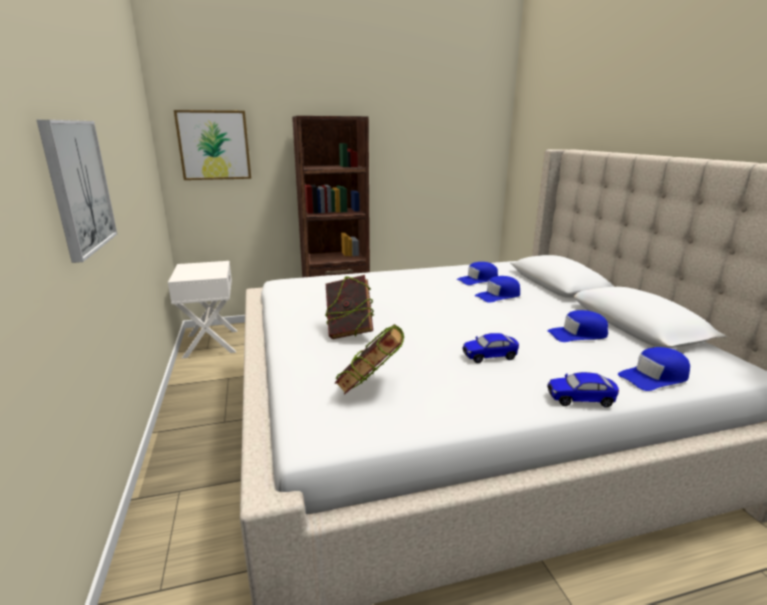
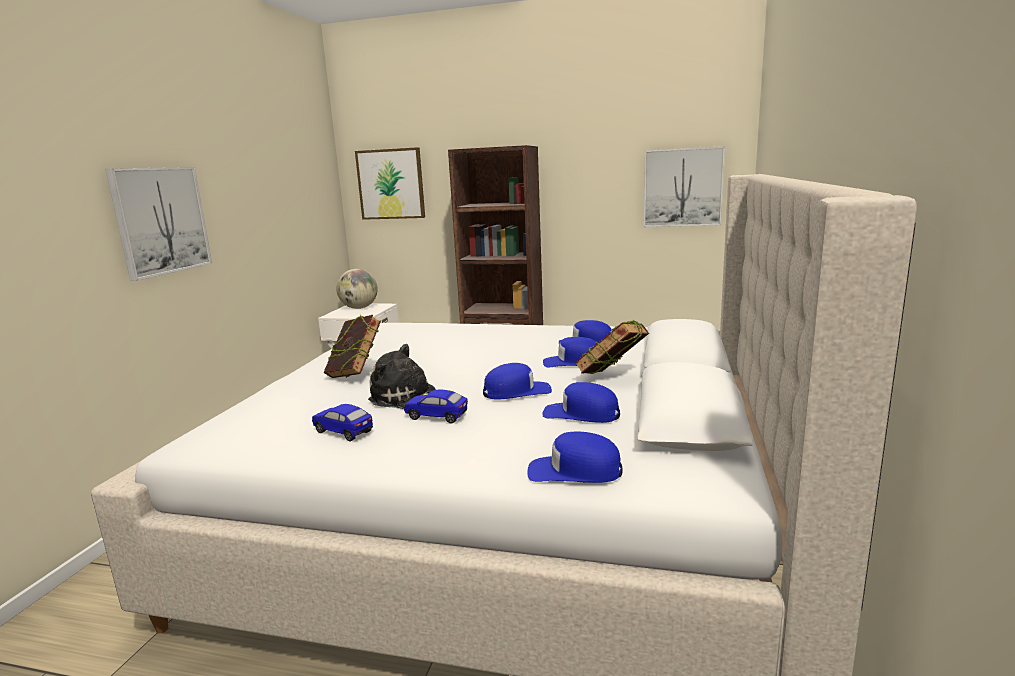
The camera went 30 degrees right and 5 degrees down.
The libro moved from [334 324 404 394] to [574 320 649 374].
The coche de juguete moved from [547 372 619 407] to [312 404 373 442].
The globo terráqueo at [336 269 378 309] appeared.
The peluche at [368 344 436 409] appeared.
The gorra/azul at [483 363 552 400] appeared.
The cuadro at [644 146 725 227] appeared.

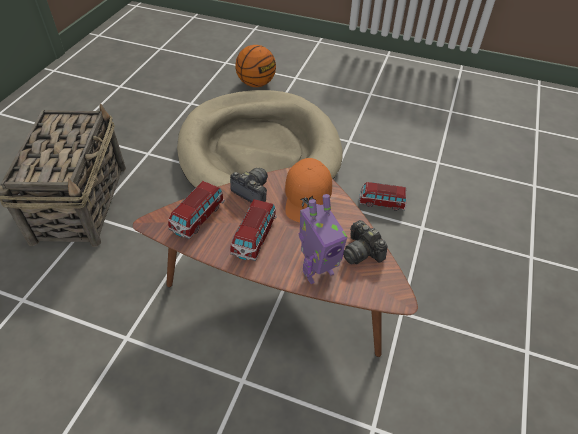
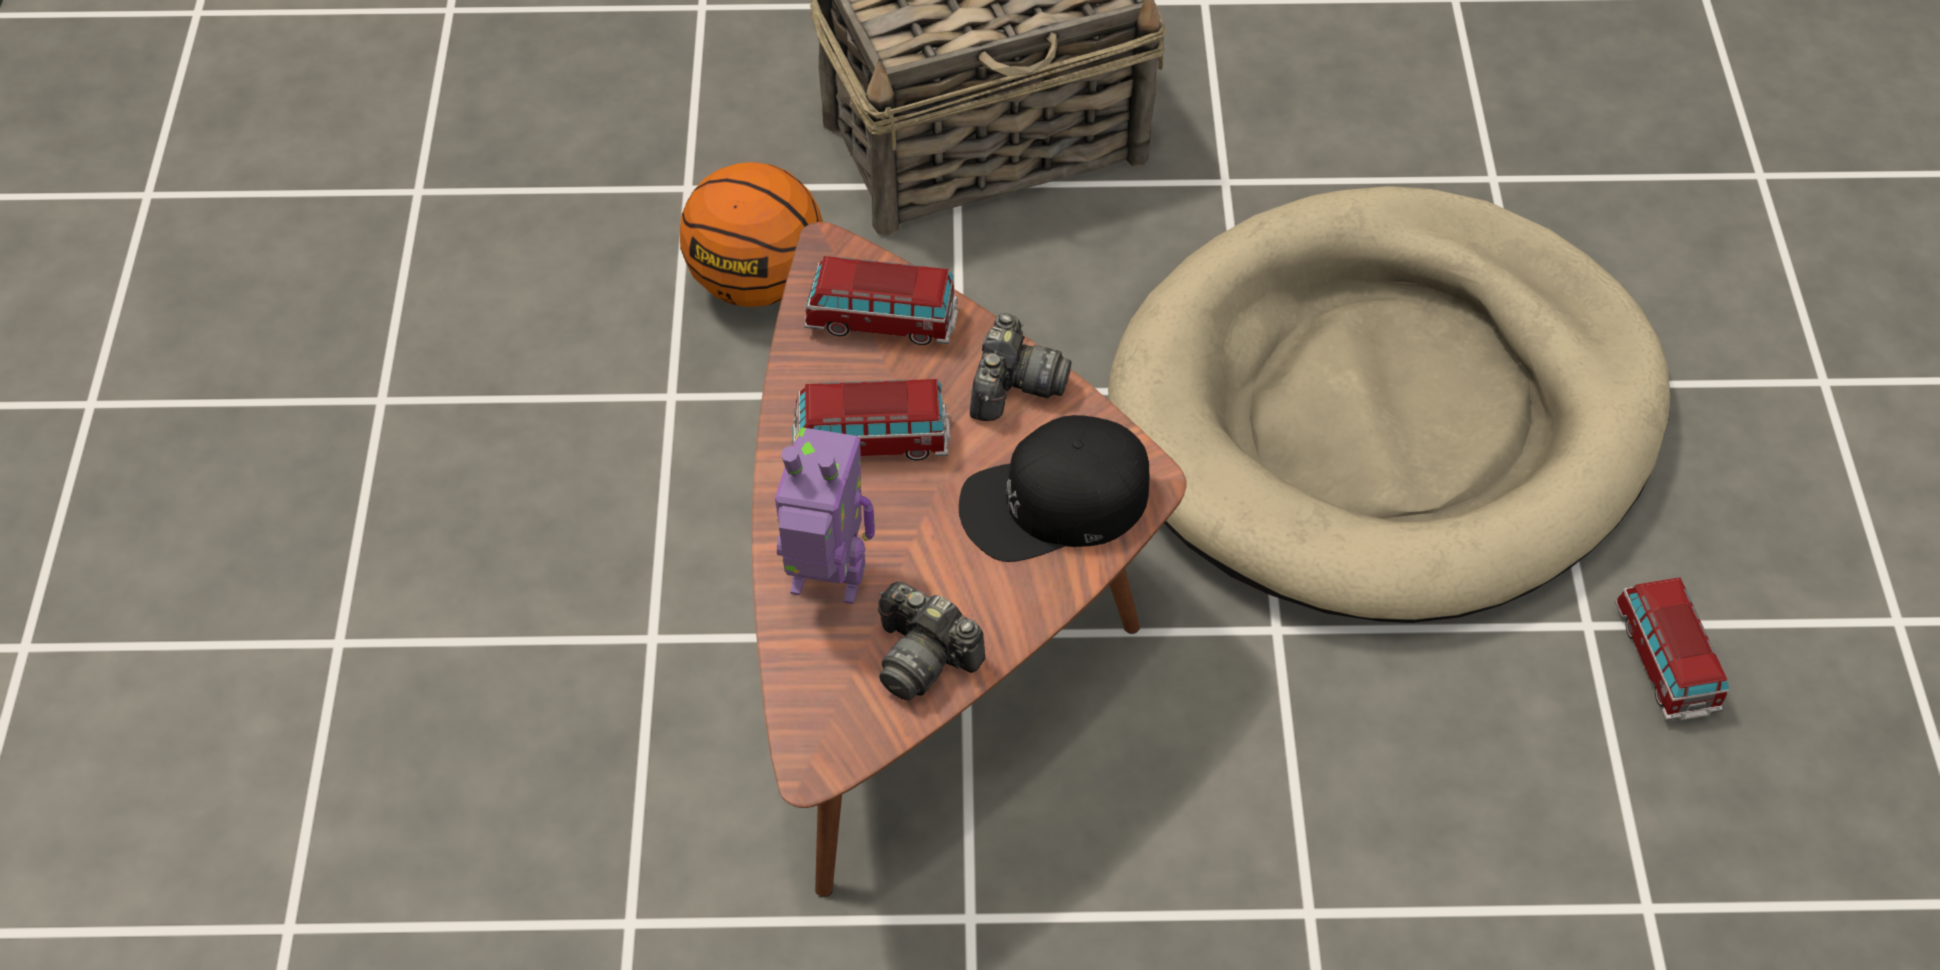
The camera went 70 degrees right and 5 degrees up.
The balón de baloncesto moved from [235 45 276 87] to [680 162 823 307].
The gorra/naranja at [285 158 332 223] became the gorra/negro at [959 415 1150 562].
The robot de juguete at [299 194 347 284] turned 150 degrees clockwise.
The cámara at [343 220 388 264] turned 90 degrees counterclockwise.
The coche de juguete moved from [359 182 406 211] to [1615 577 1729 721].

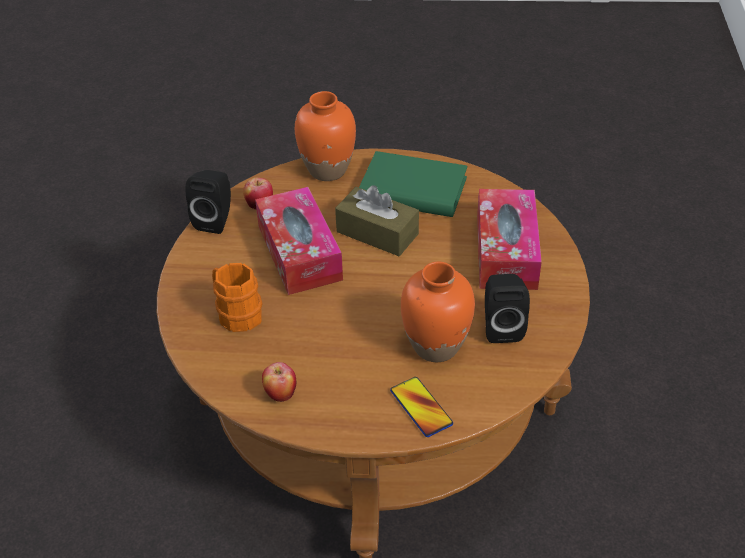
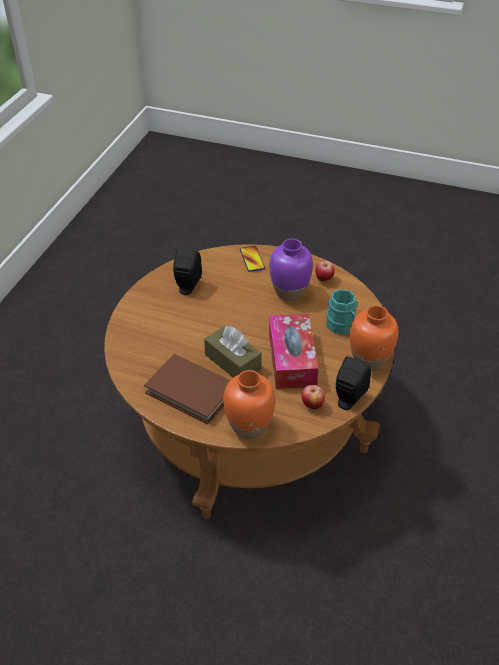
The camera went 165 degrees left and 0 degrees up.
The taza grande/naranja at [212 263 262 332] became the taza grande/turquesa at [326 289 357 334].
The libro/verde at [359 151 467 217] became the libro/marrón at [144 354 230 425].
The florero/naranja moved from [401 262 475 362] to [350 305 398 371].
The caja de pañuelos at [477 189 542 290] disappeared.
The florero/morado at [269 239 313 301] appeared.

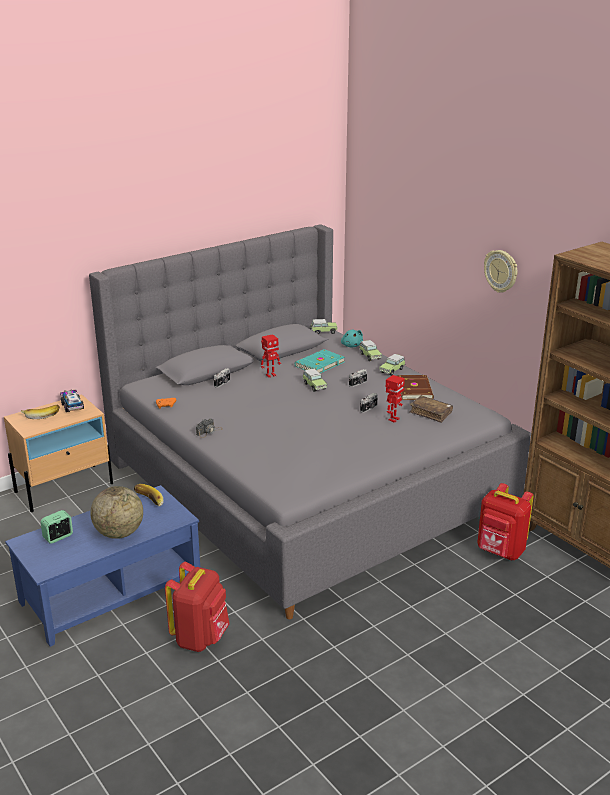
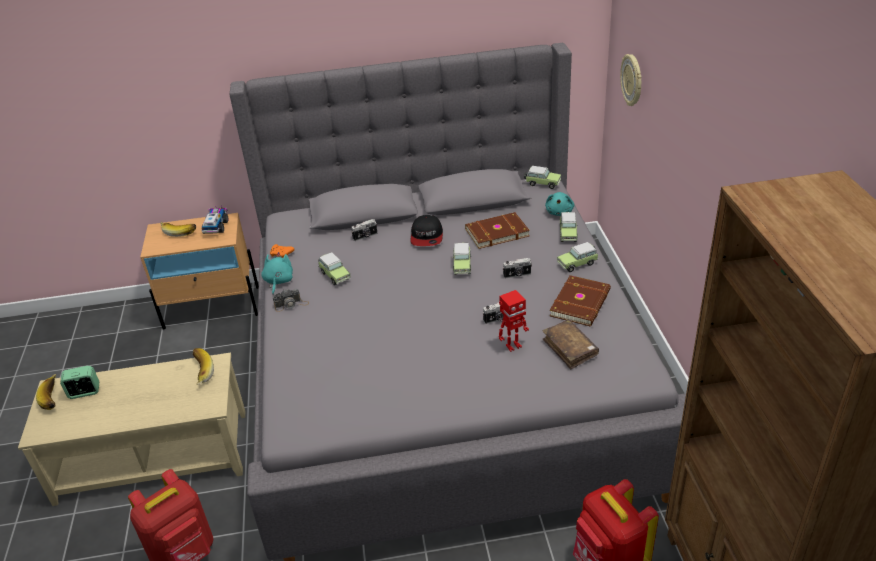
The camera went 30 degrees right and 10 degrees up.
The mesa de centro/azul at [5 485 200 647] became the mesa de centro/beis at [18 353 245 506].
The globo terráqueo at [90 486 143 539] disappeared.
The robot de juguete at [261 334 281 378] was replaced by the gorra at [410 215 443 246].
The libro/turquesa at [295 349 345 373] became the libro/marrón at [465 212 530 249].
The reloj de pared moved from [484 250 517 293] to [620 54 642 106].
The plátano at [36 374 56 410] appeared.
The peluche/turquesa at [261 252 293 295] appeared.
The coche de juguete at [318 252 351 285] appeared.

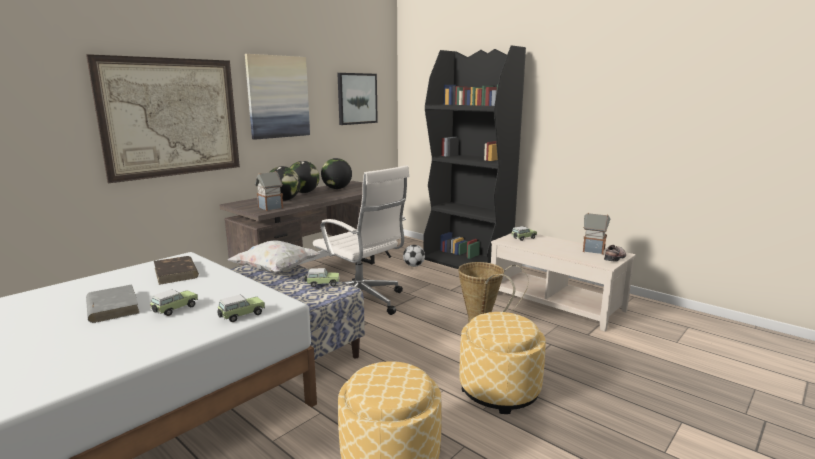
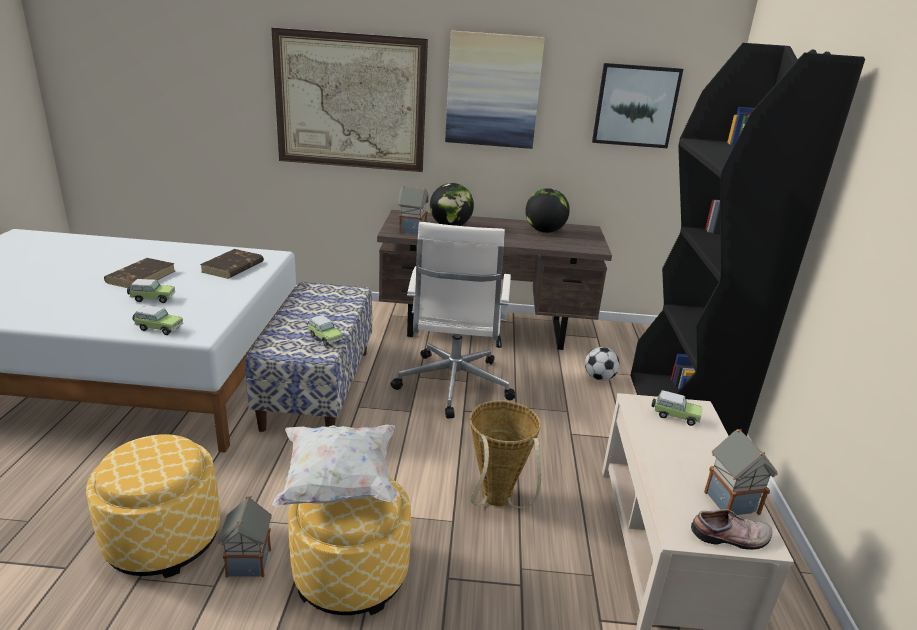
The camera went 50 degrees right and 10 degrees up.
The libro/gris at [86 285 139 323] became the libro/marrón at [104 258 175 288].
The cojín/blanco moved from [227 240 320 273] to [272 424 399 507].
The globo terráqueo at [290 161 320 193] disappeared.
The casita at [218 496 272 577] appeared.

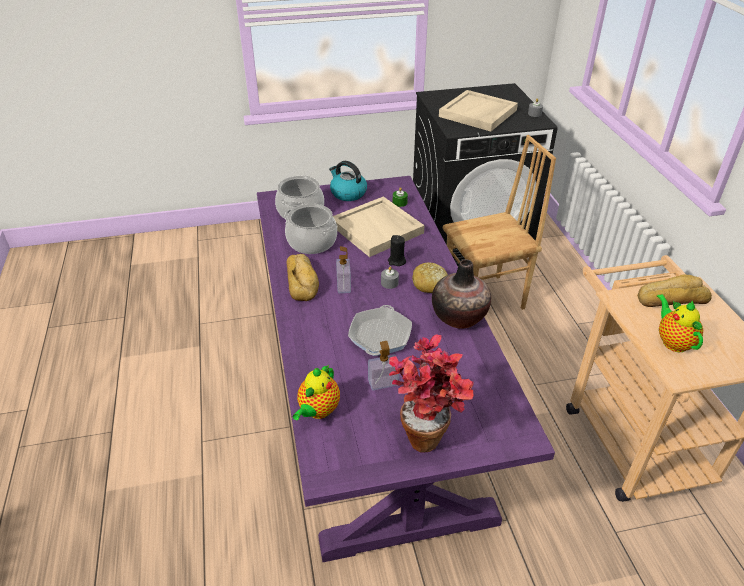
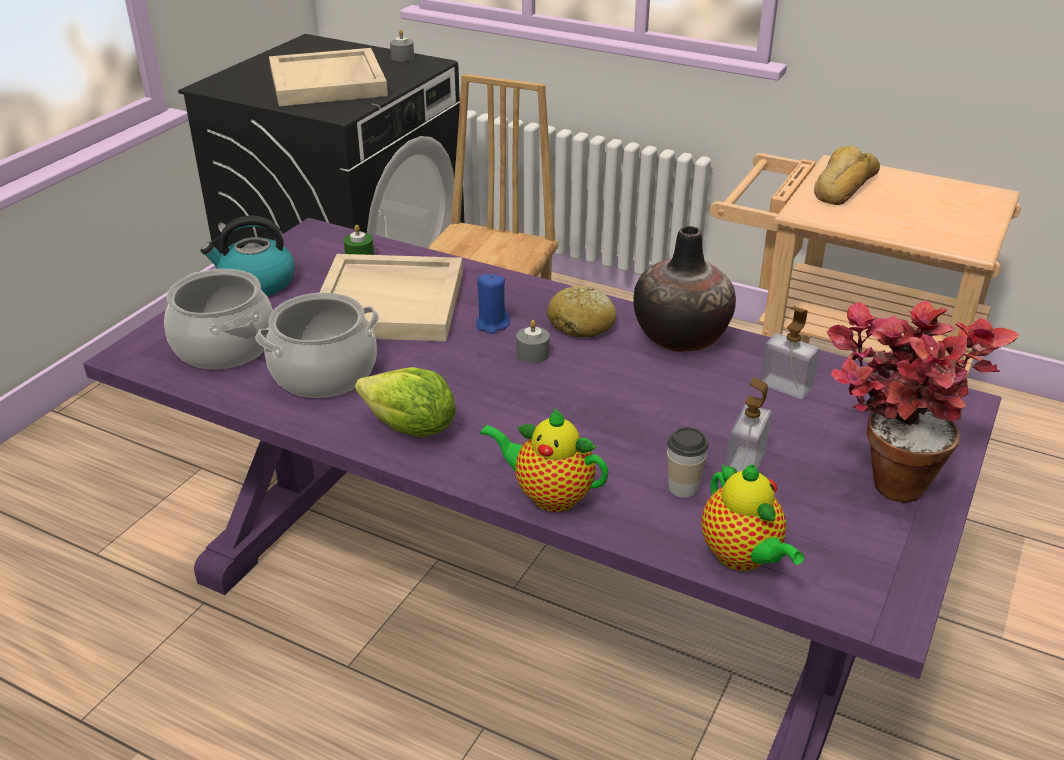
The camera went 50 degrees left and 5 degrees down.
The pan at [286 254 319 301] was replaced by the lechuga at [355 367 456 437].
The dispensador de jabón moved from [336 246 351 293] to [760 306 820 399].
The sartén at [348 305 412 356] disappeared.
The vela/negro at [388 235 406 266] became the vela/azul at [476 274 510 334].
The tetera moved from [657 294 703 352] to [479 408 609 512].
The taza at [667 427 709 498] appeared.

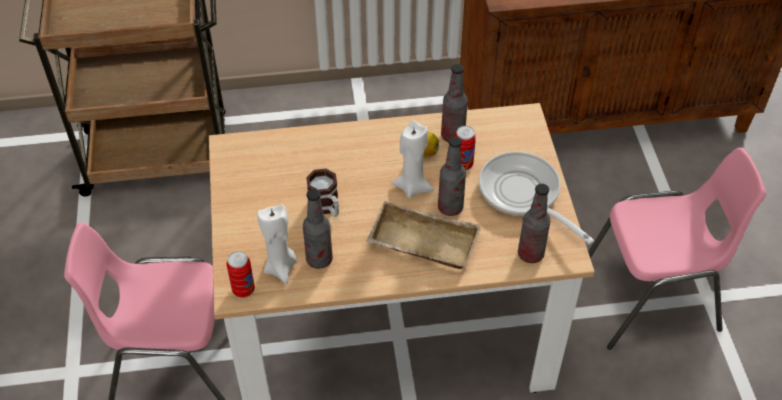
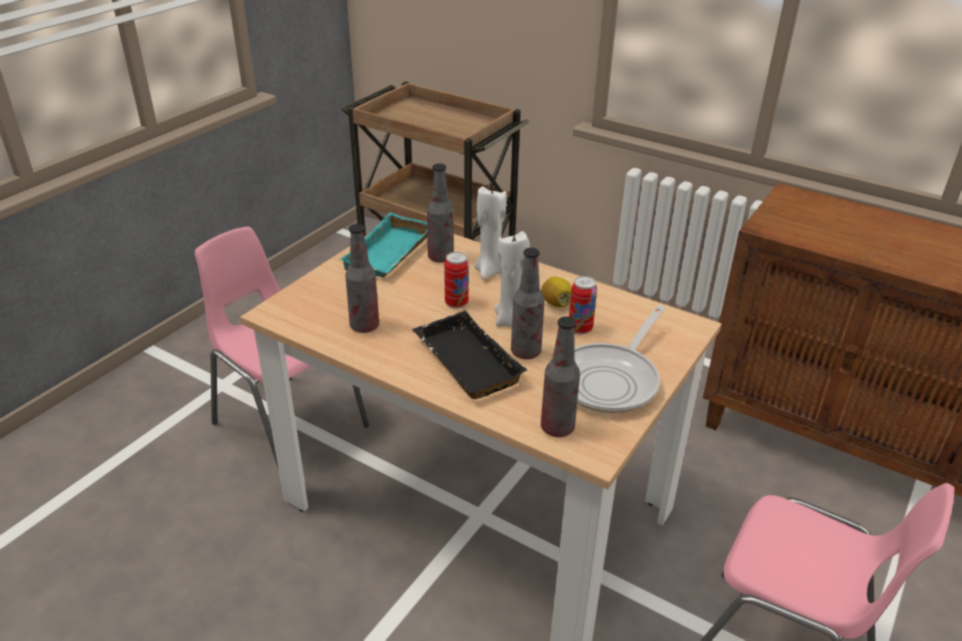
The camera went 40 degrees right and 15 degrees down.
The lata moved from [227 251 255 298] to [444 252 469 308].
The vela/blanco moved from [257 204 297 284] to [474 187 507 280].
The taza grande at [306 168 339 217] disappeared.
The bandeja/beis at [366 201 481 269] became the bandeja/negro at [412 311 527 399].
The botella moved from [441 64 468 142] to [427 163 454 263].
The sartén at [479 152 594 244] turned 150 degrees counterclockwise.
The bandeja/turquesa at [339 212 427 278] appeared.

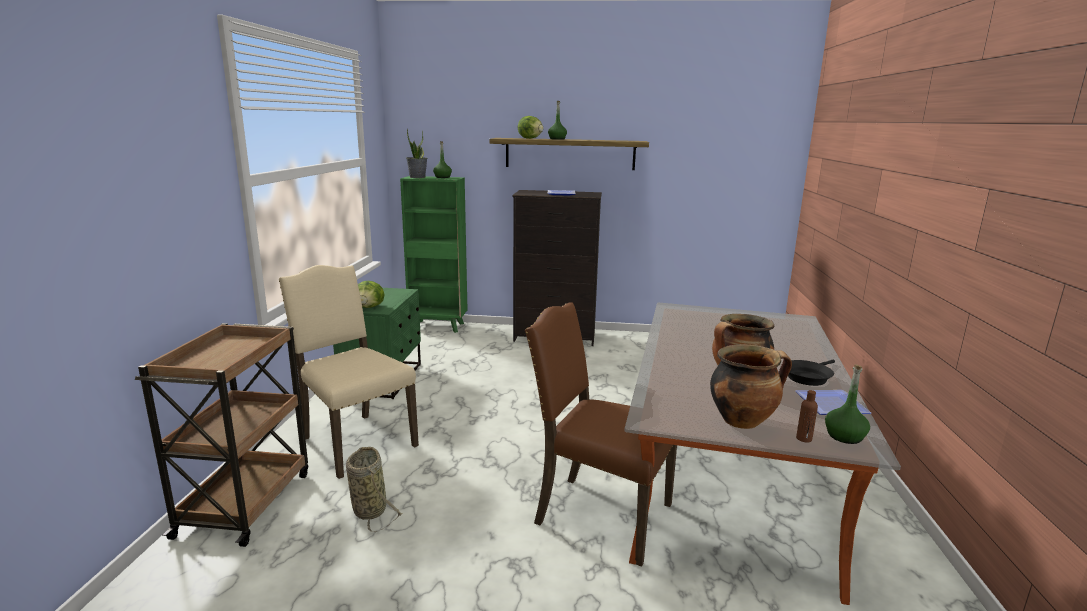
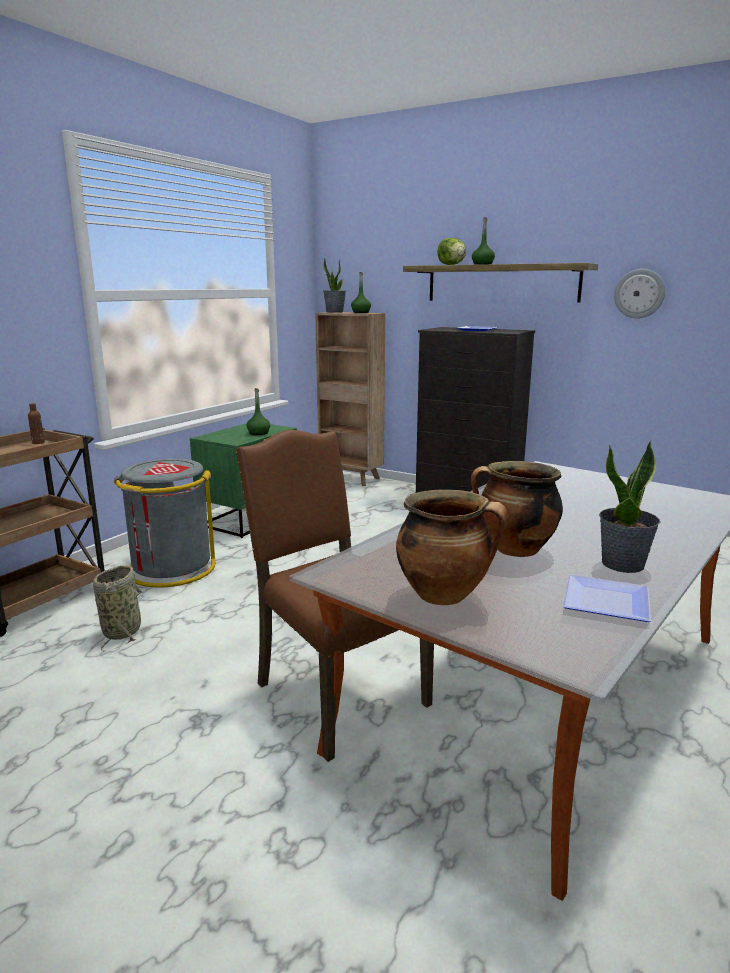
The camera went 25 degrees right and 0 degrees up.
The silla/beis at [279 265 419 479] was replaced by the papelera/gris at [114 459 215 588].
The lechuga at [358 281 385 308] disappeared.
The estantería/verde at [400 176 468 333] became the estantería/marrón at [315 312 385 486].
The sartén/negro at [788 360 835 386] was replaced by the planta en maceta at [599 441 660 573].
The botella/marrón moved from [796 390 818 442] to [28 403 45 444].
The botella/verde moved from [825 364 870 444] to [246 388 270 435].
The reloj de pared at [614 269 665 319] appeared.

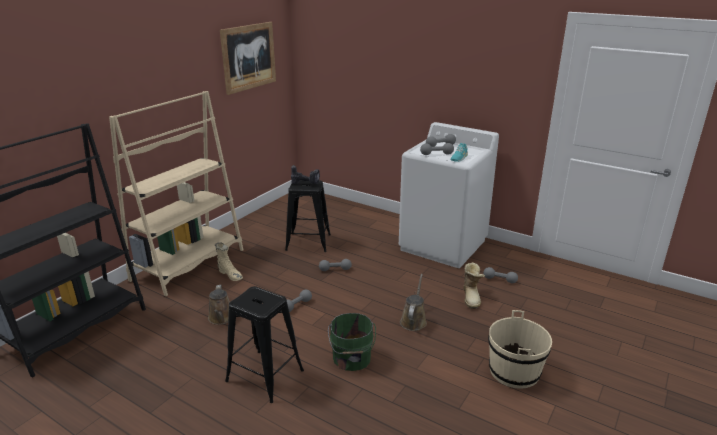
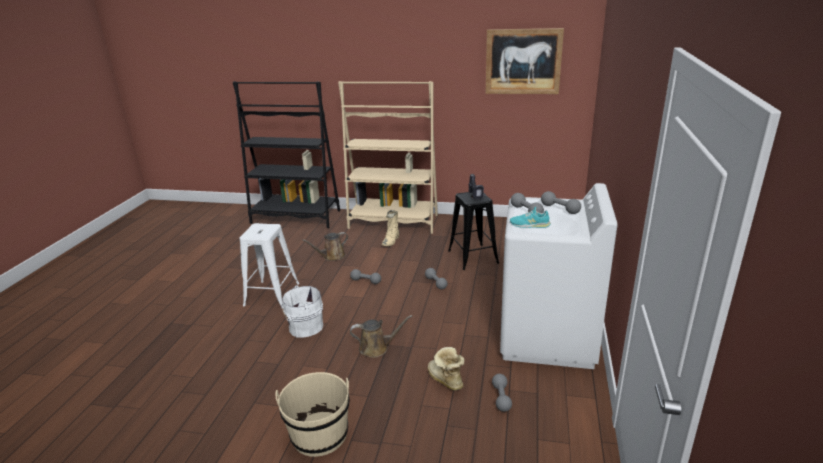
The camera went 70 degrees right and 0 degrees up.
The taburete/negro at [225 286 304 403] became the taburete/blanco at [240 223 299 309].
The cubo/verde at [328 313 376 371] became the cubo/blanco at [281 285 323 338].
The bota at [464 262 485 309] turned 75 degrees clockwise.

